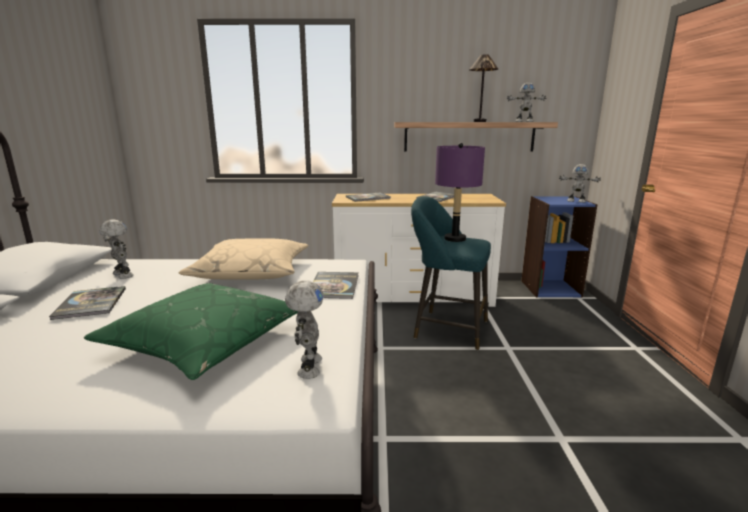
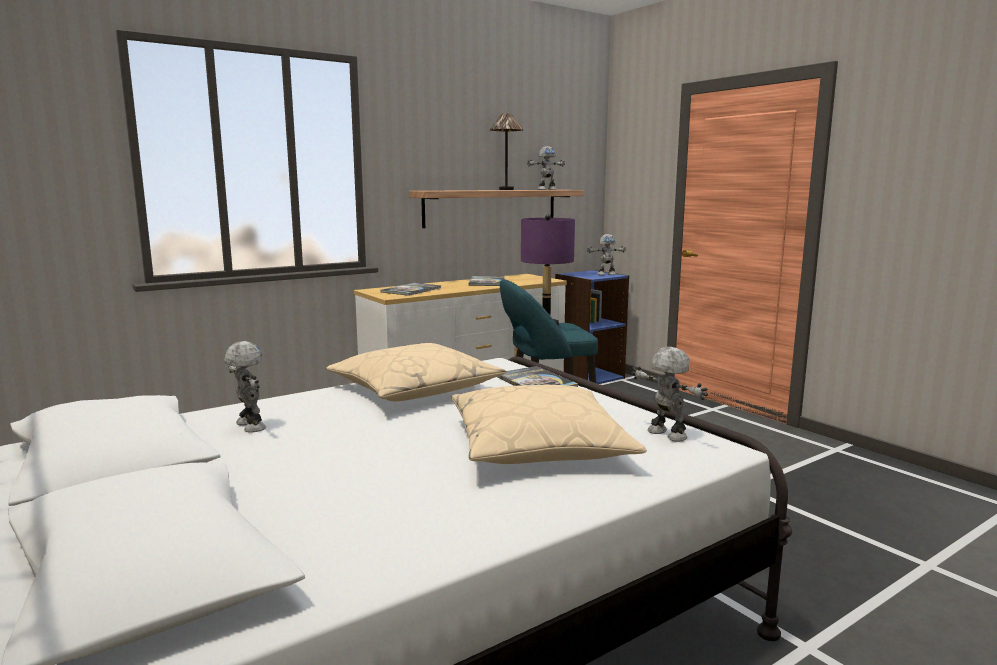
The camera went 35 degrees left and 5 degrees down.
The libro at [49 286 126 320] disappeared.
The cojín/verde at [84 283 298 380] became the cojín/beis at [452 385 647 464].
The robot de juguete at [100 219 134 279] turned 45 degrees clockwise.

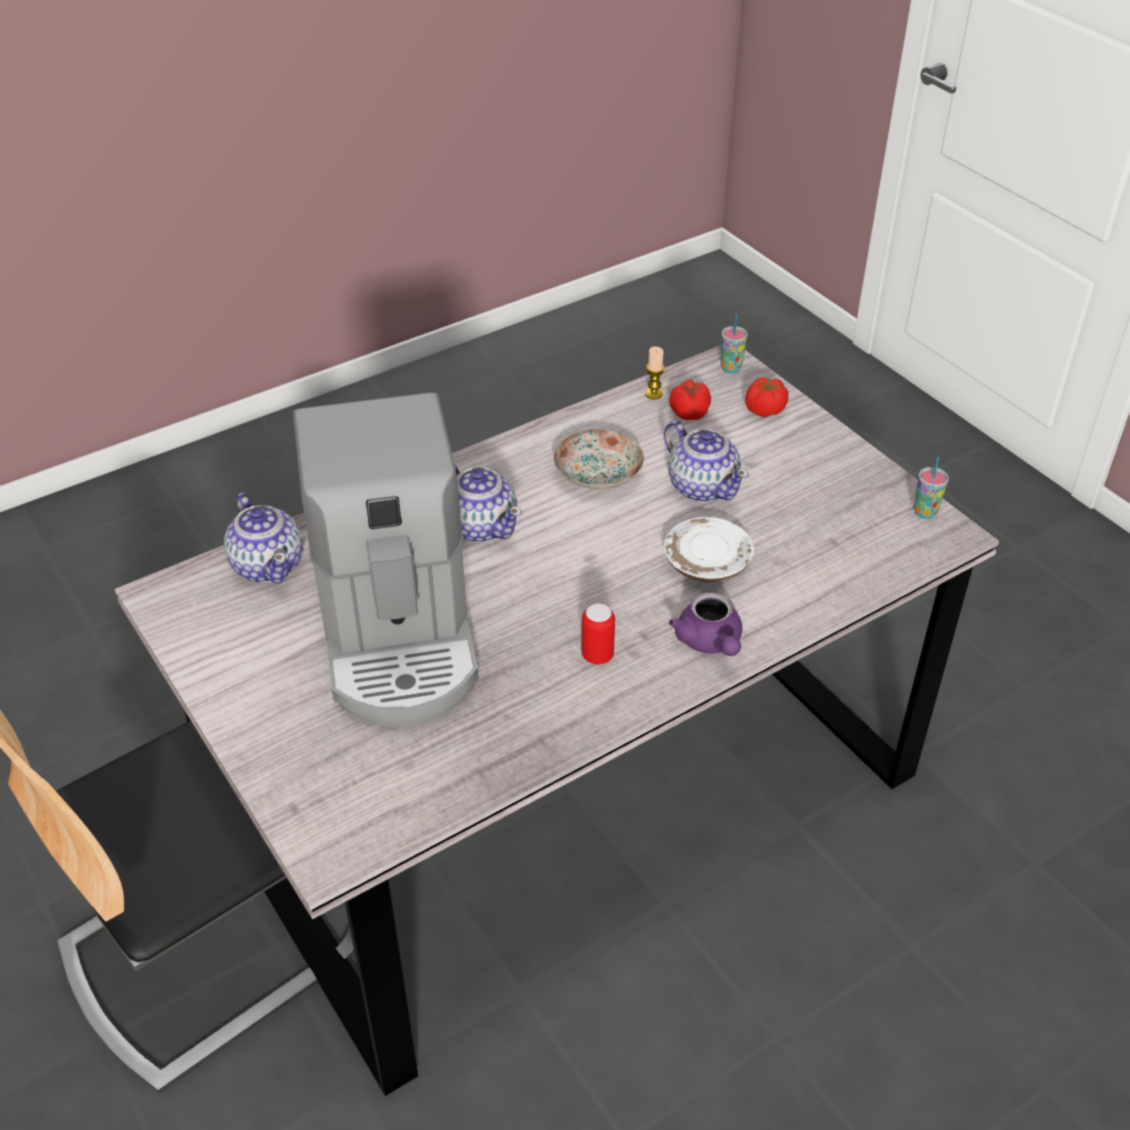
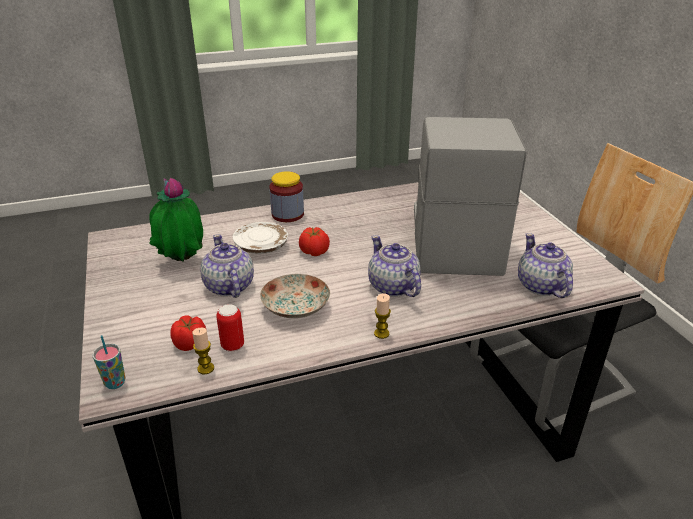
The camera went 165 degrees left and 10 degrees down.
The lata moved from [582 603 615 665] to [216 304 244 352].
The tetera/morado at [669 592 742 656] was replaced by the tarro at [269 171 304 222].
The tomate moved from [745 377 788 417] to [299 227 330 256].
The taza at [914 457 949 519] disappeared.
The planta en maceta at [149 178 203 262] appeared.
The vela at [374 293 391 339] appeared.

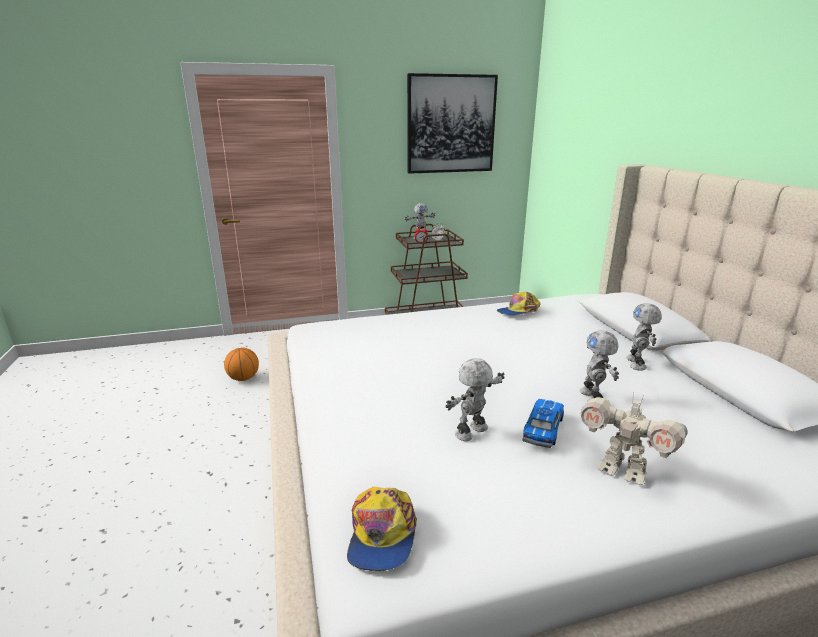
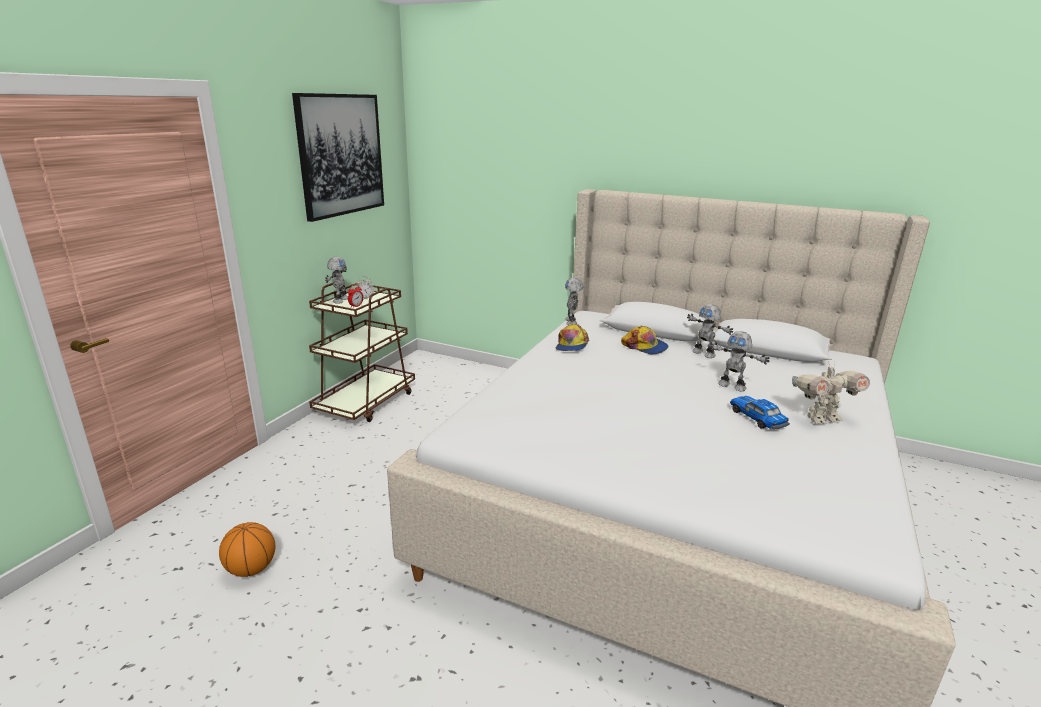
The camera went 50 degrees left and 0 degrees up.
The gorra moved from [347 487 417 571] to [621 326 669 355].
The robot de juguete moved from [445 358 505 441] to [565 278 583 325].

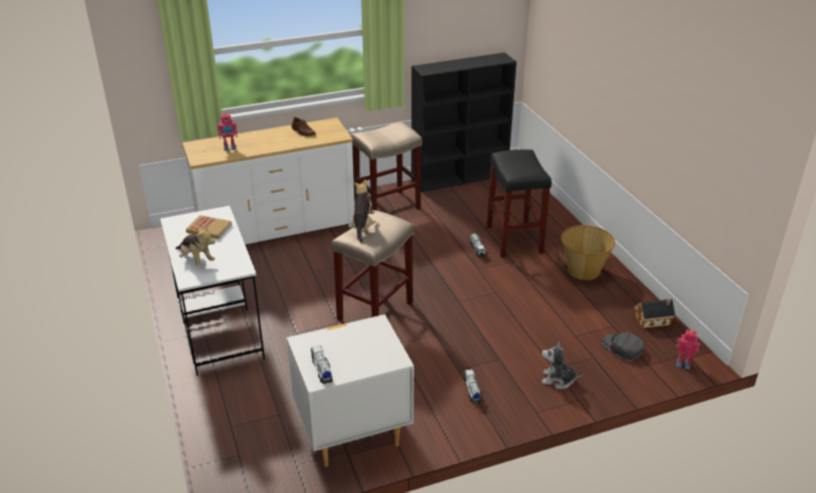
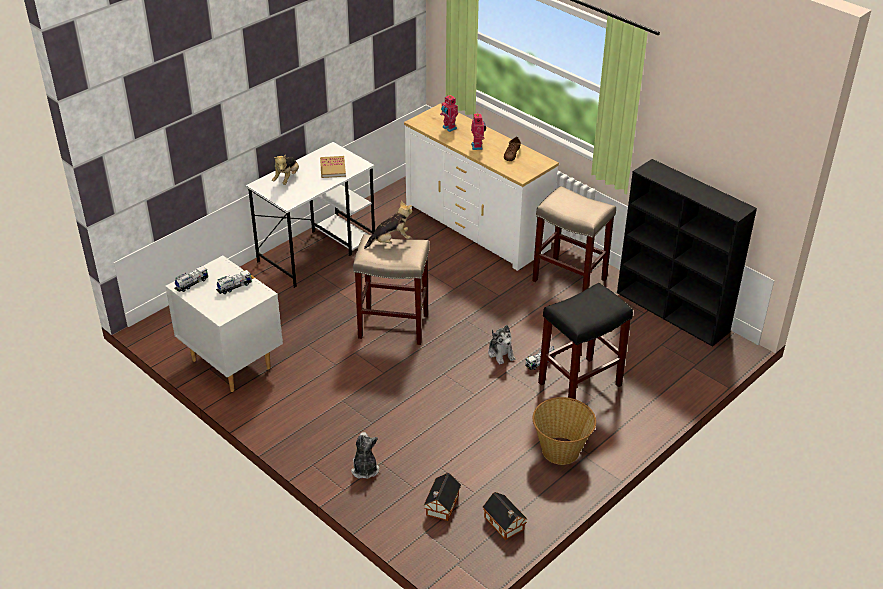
The camera went 65 degrees right and 5 degrees up.
The camión de juguete moved from [464 370 481 403] to [216 270 252 294].
The gorra/negro at [601 332 645 362] was replaced by the casita at [423 473 461 521].
The robot de juguete moved from [676 329 700 369] to [471 112 486 150].
The peluche at [488 325 515 364] appeared.

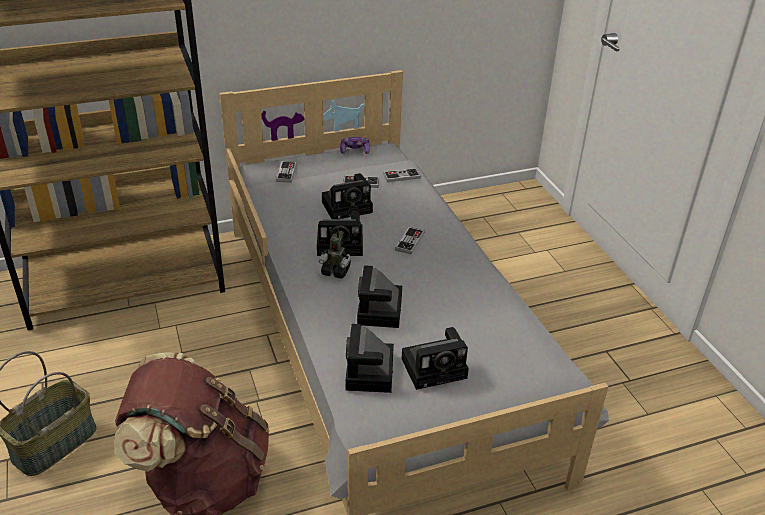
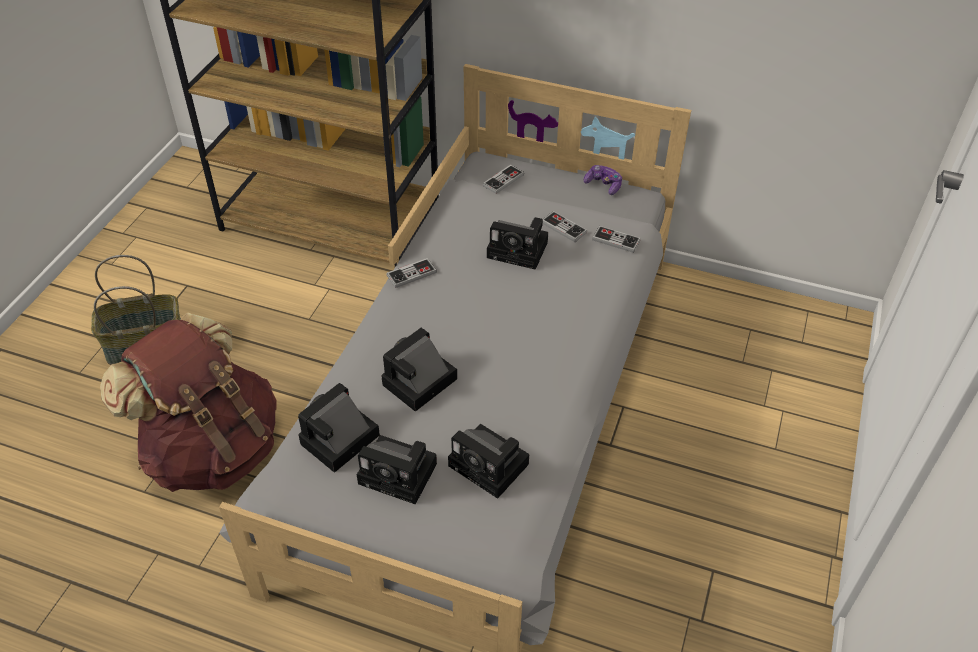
The camera went 40 degrees right and 10 degrees up.
The cámara moved from [317 212 363 256] to [448 424 529 499].
The robot de juguete at [319 227 351 279] disappeared.
The mando de consola moved from [395 227 424 254] to [386 258 437 288].

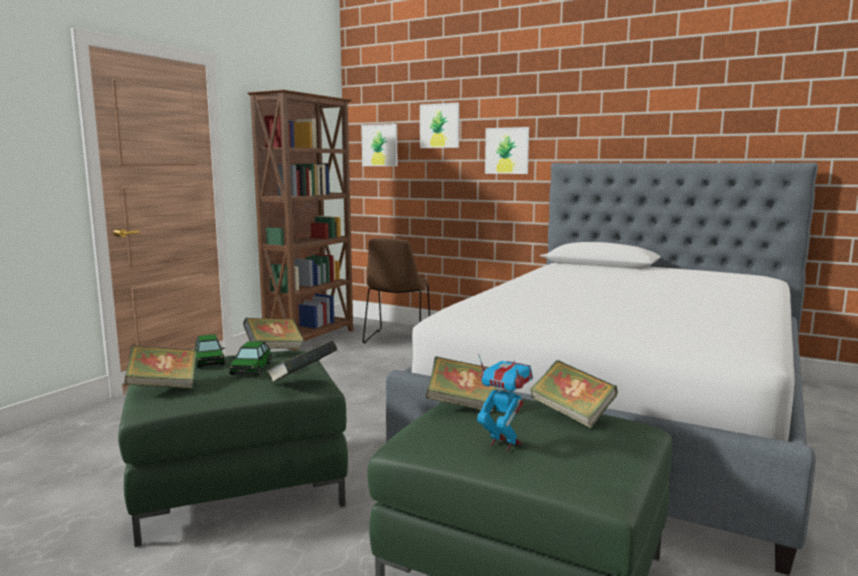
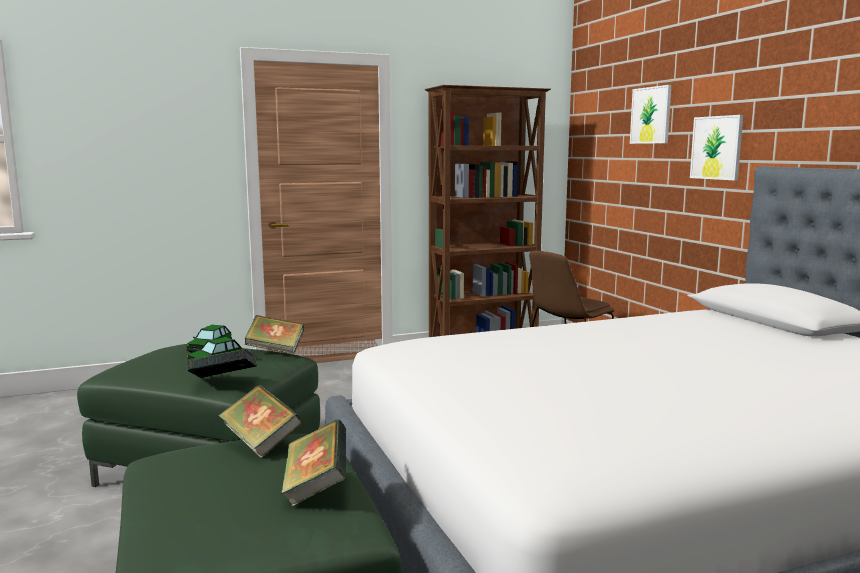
The camera went 40 degrees right and 0 degrees up.
The libro at [124 346 197 389] disappeared.
The cuadro at [361 124 397 166] disappeared.
The robot de juguete at [477 354 533 451] disappeared.

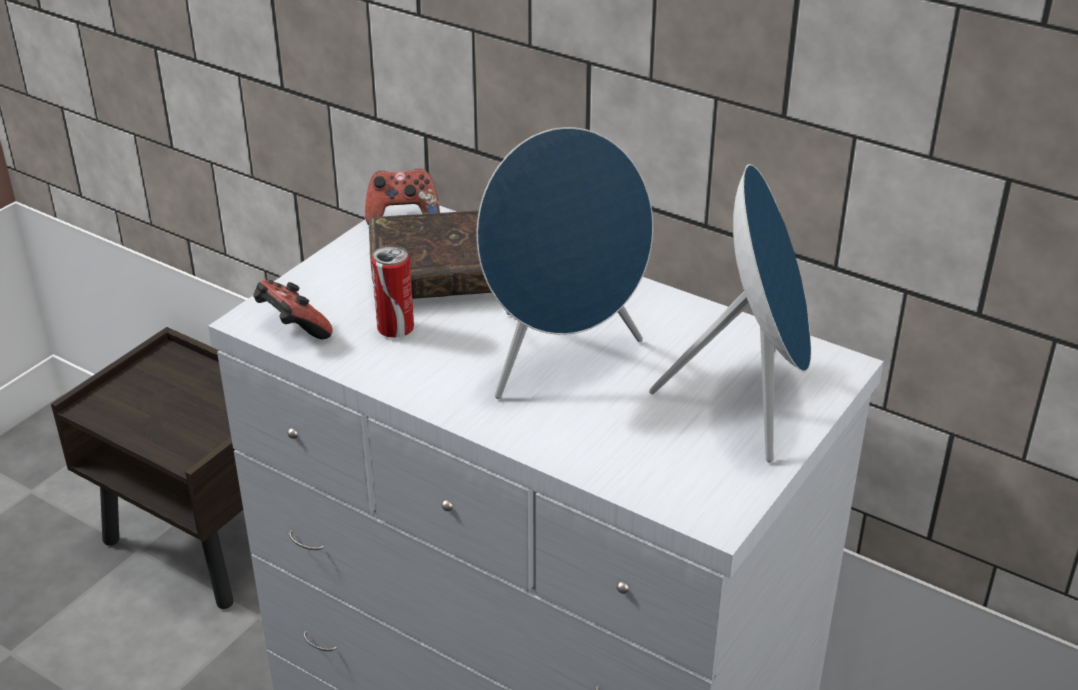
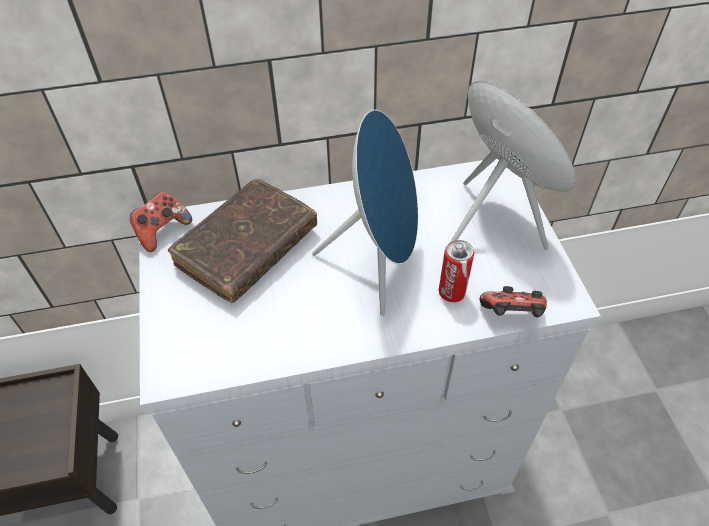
The camera went 45 degrees left and 15 degrees up.
The mando de consola moved from [253 280 333 339] to [480 286 547 317].
The lata moved from [372 245 414 338] to [439 240 474 302].

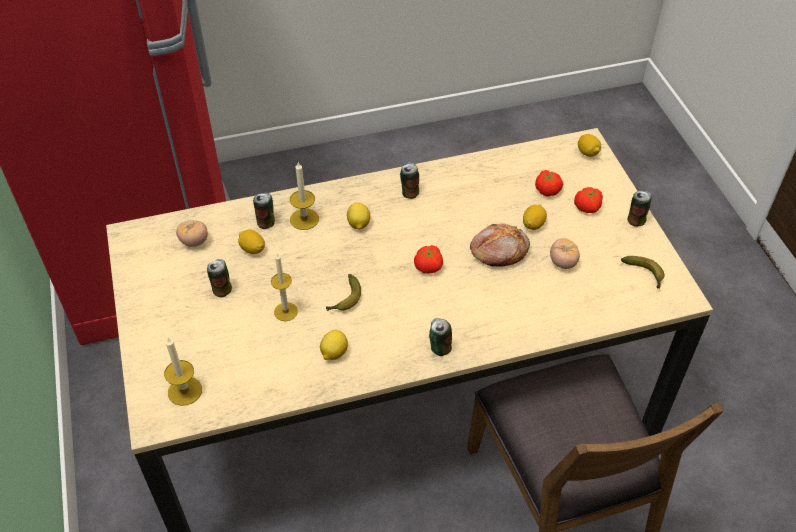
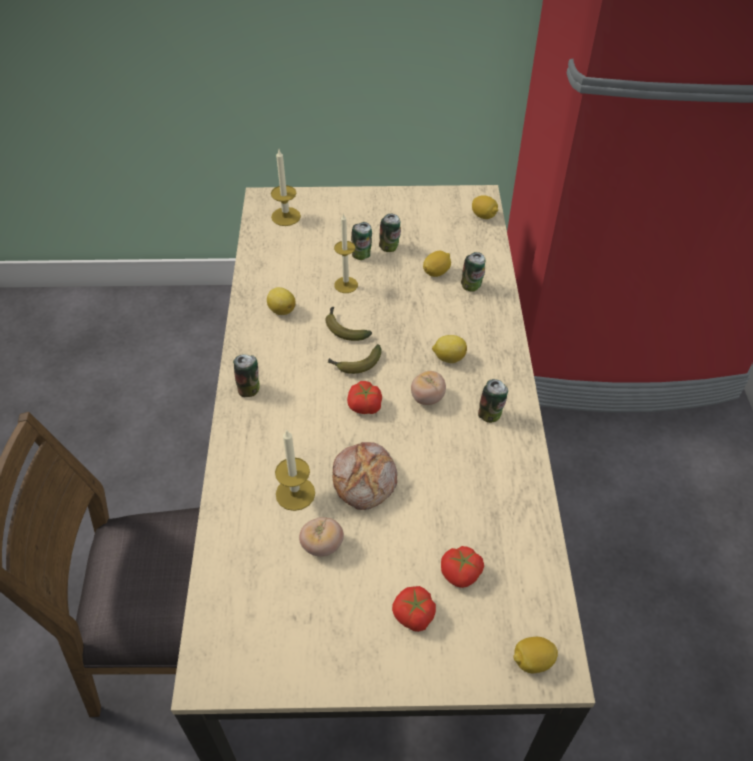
The camera went 105 degrees right and 0 degrees up.
The tomate moved from [176 220 208 247] to [411 371 446 405].
The vela moved from [290 162 319 230] to [275 429 315 511].
The limón moved from [523 205 547 230] to [472 195 498 219].
The plátano moved from [621 256 665 289] to [328 344 382 374].
The lata moved from [628 191 652 227] to [351 222 372 260].

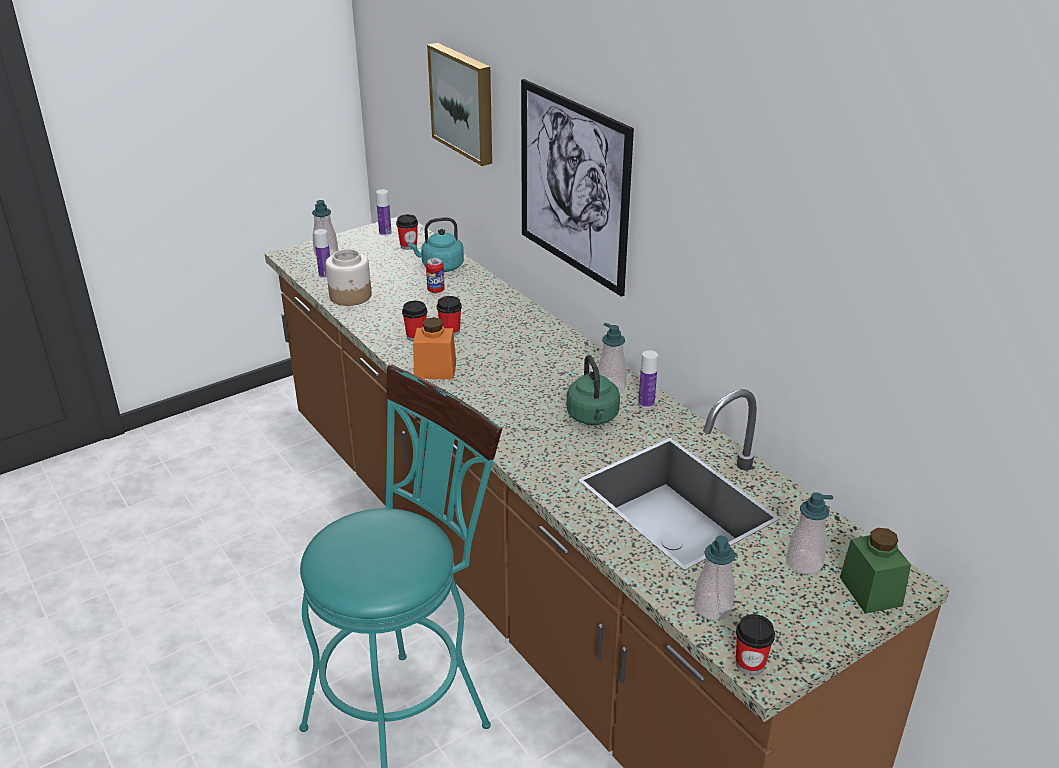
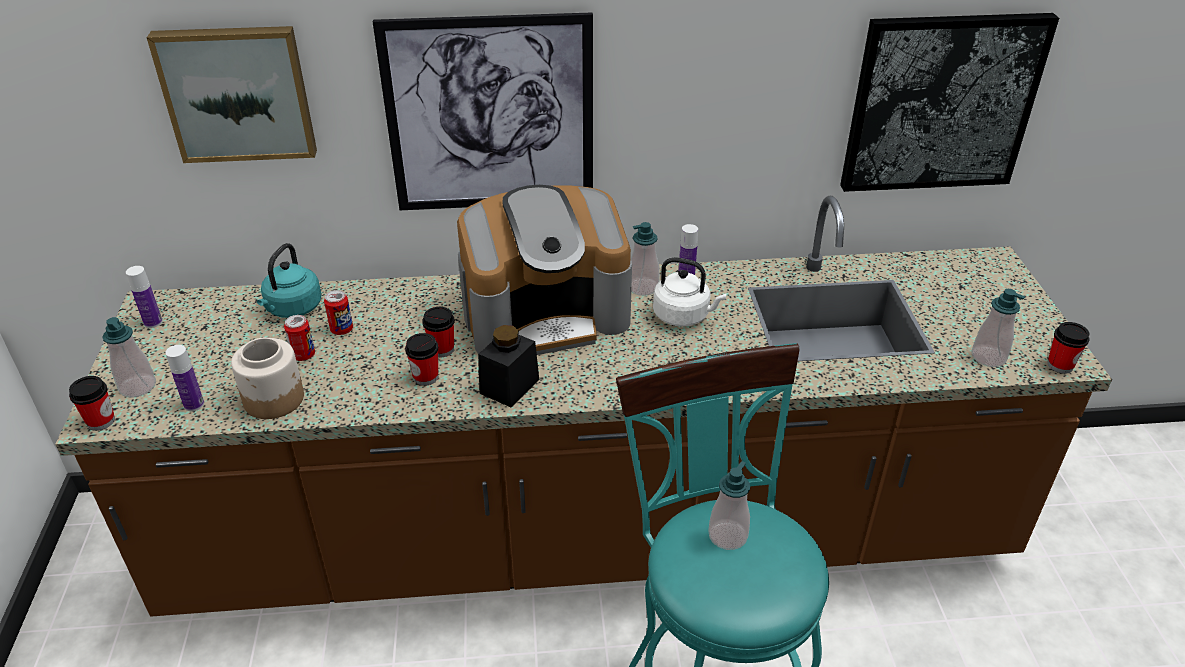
The camera went 60 degrees left and 5 degrees up.
The taza moved from [396 214 418 250] to [69 376 115 431].
The tarro/naranja at [413 317 456 379] became the tarro/negro at [478 325 539 407].
The hervidor/verde at [567 355 620 425] became the hervidor/blanco at [653 257 726 327].
The dispensador de jabón moved from [786 492 833 574] to [708 461 750 550].
The tarro/verde at [840 528 911 614] disappeared.
The lata at [284 315 315 361] appeared.
The cafetera at [457 185 632 355] appeared.
The cuadro at [840 13 1059 192] appeared.

